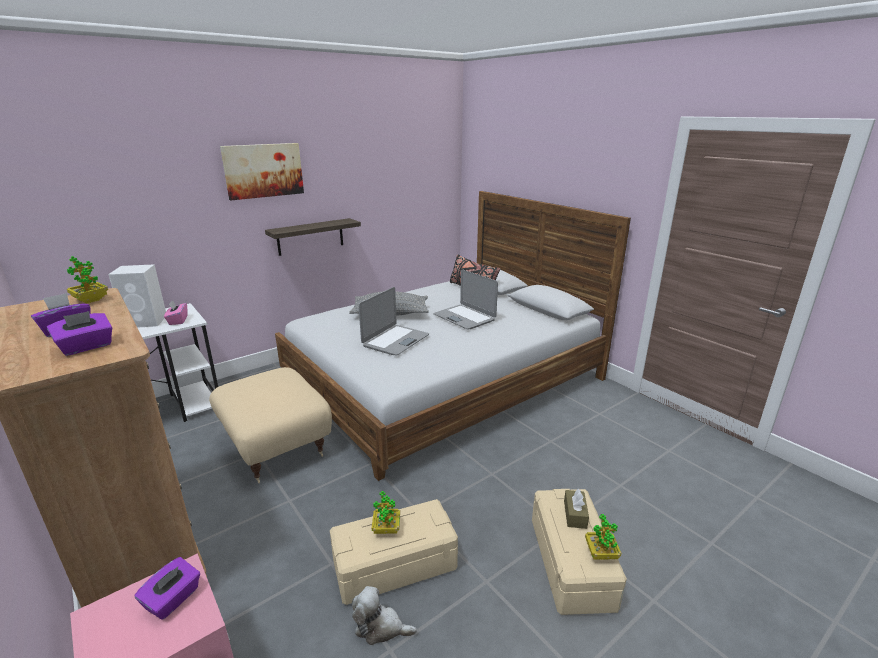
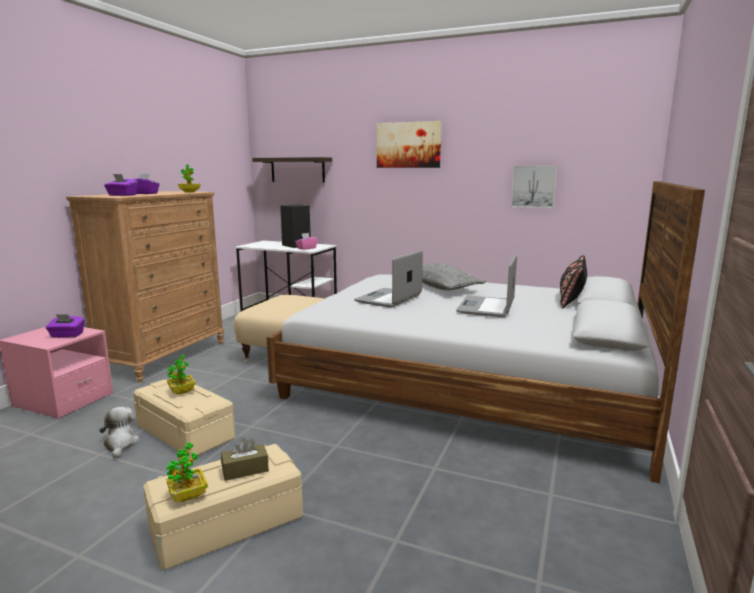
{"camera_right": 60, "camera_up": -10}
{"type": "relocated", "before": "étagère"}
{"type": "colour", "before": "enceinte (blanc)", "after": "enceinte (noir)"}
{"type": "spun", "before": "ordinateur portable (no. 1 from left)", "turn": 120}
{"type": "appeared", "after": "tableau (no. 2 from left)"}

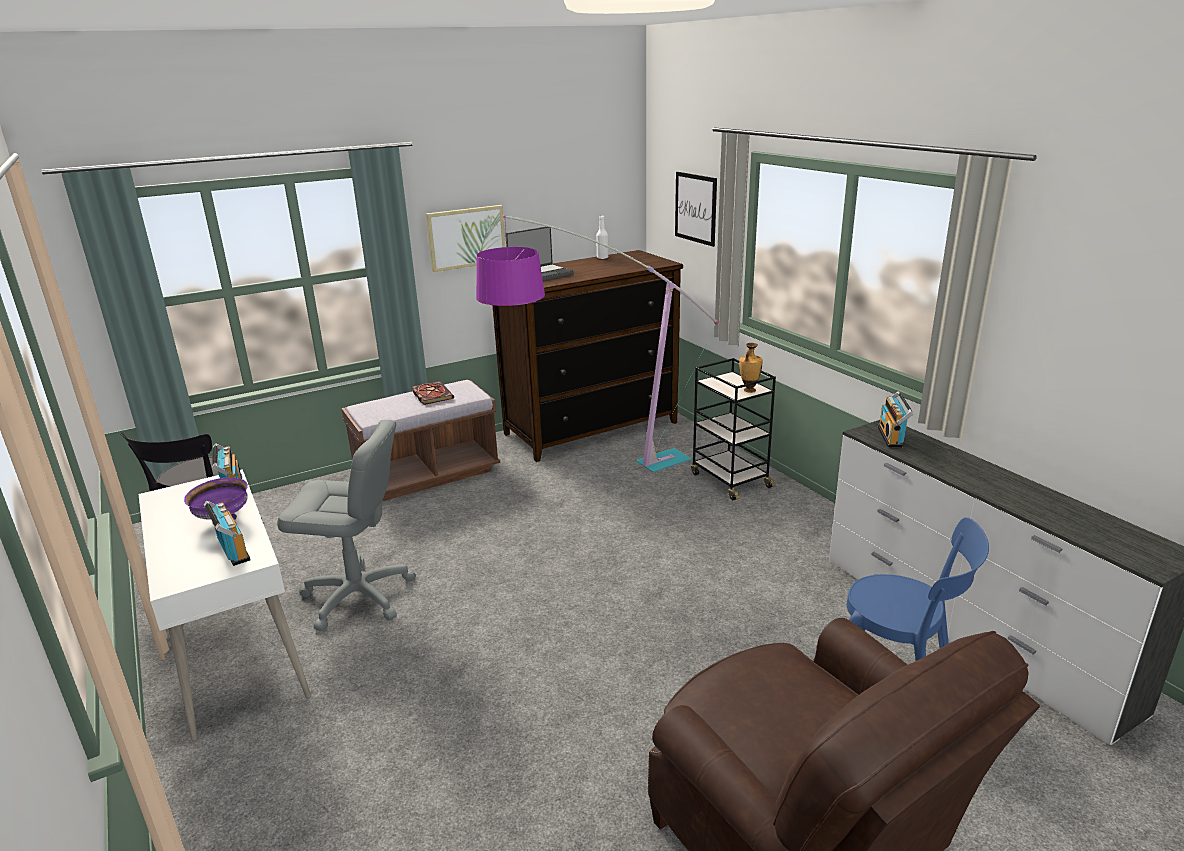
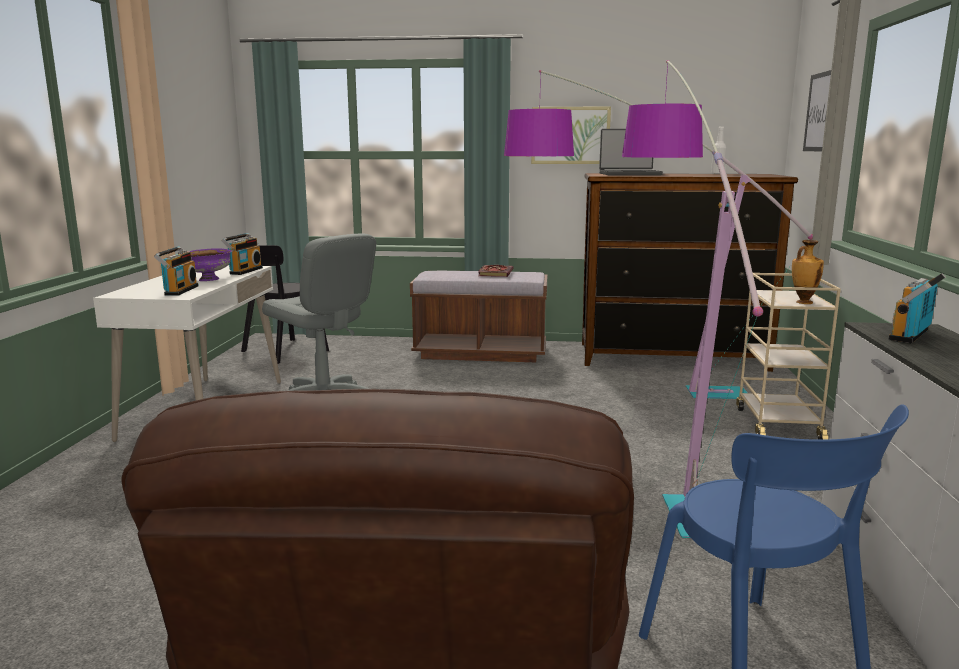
{"camera_right": 35, "camera_up": -10}
{"type": "colour", "before": "chariot (noir)", "after": "chariot (beige)"}
{"type": "appeared", "after": "lampadaire (no. 2 from left)"}

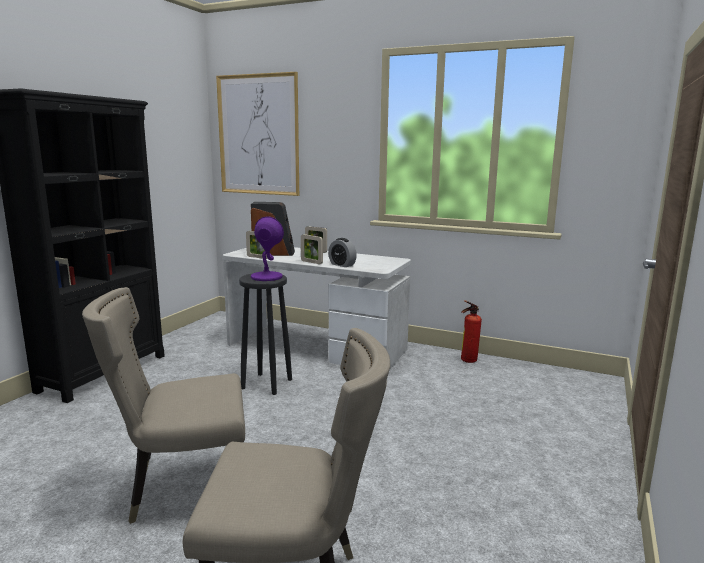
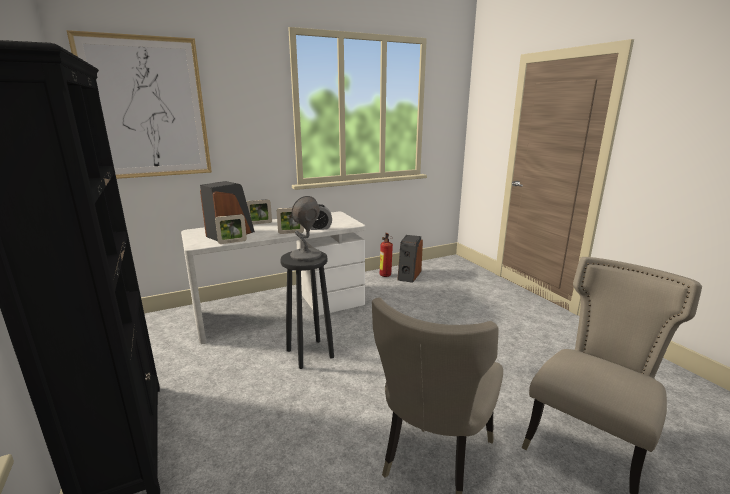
{"camera_right": -50, "camera_up": 5}
{"type": "colour", "before": "lampe de table (violet)", "after": "lampe de table (gris)"}
{"type": "appeared", "after": "enceinte (no. 2 from left)"}

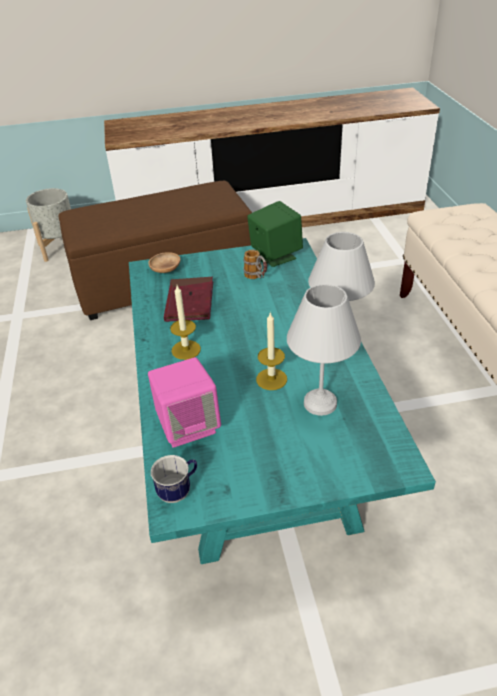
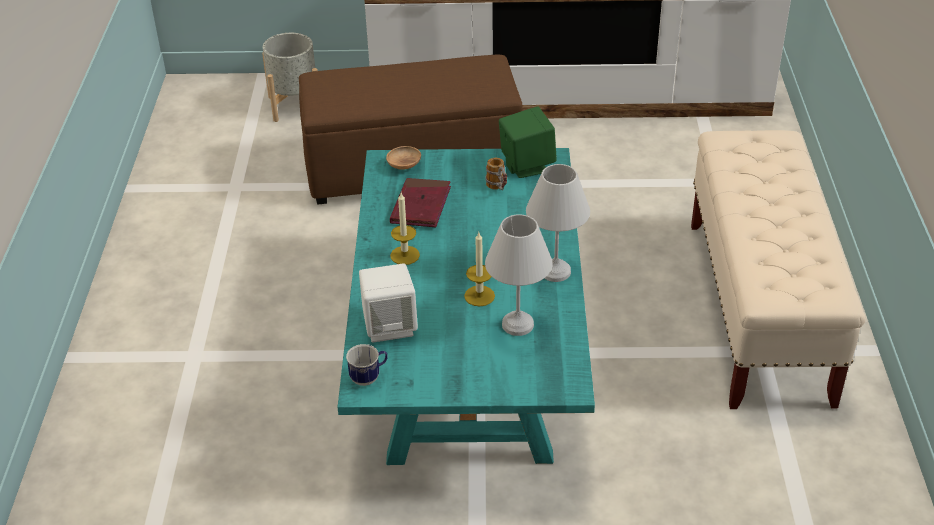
{"camera_right": 10, "camera_up": 0}
{"type": "colour", "before": "enceinte (rose)", "after": "enceinte (blanc)"}

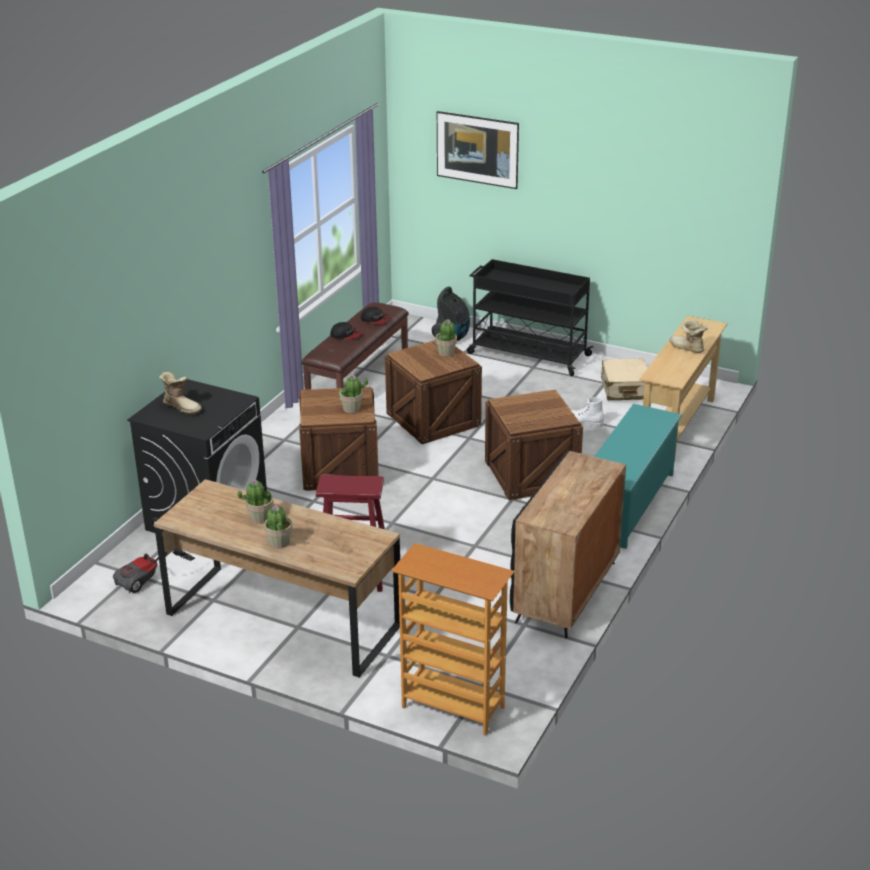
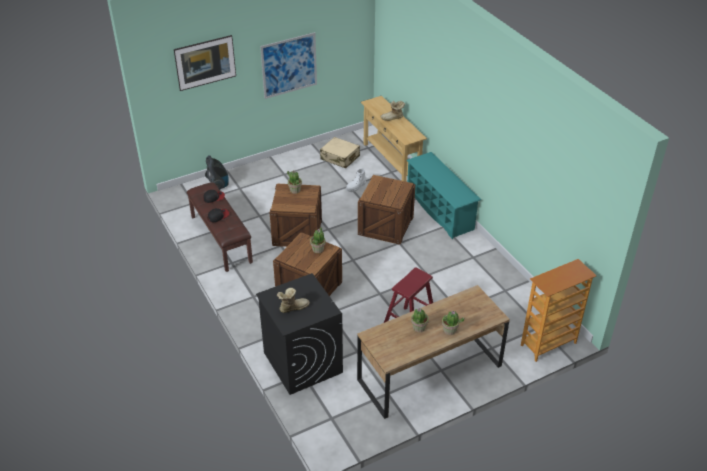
{"camera_right": -55, "camera_up": 10}
{"type": "missing", "before": "chariot (noir)"}
{"type": "missing", "before": "meuble de rangement (noir)"}
{"type": "missing", "before": "aspirateur (no. 1 from left)"}
{"type": "appeared", "after": "tableau (no. 2 from left)"}

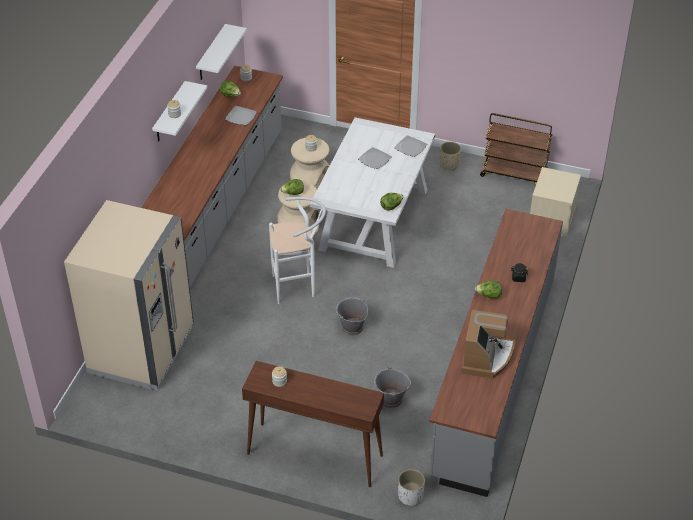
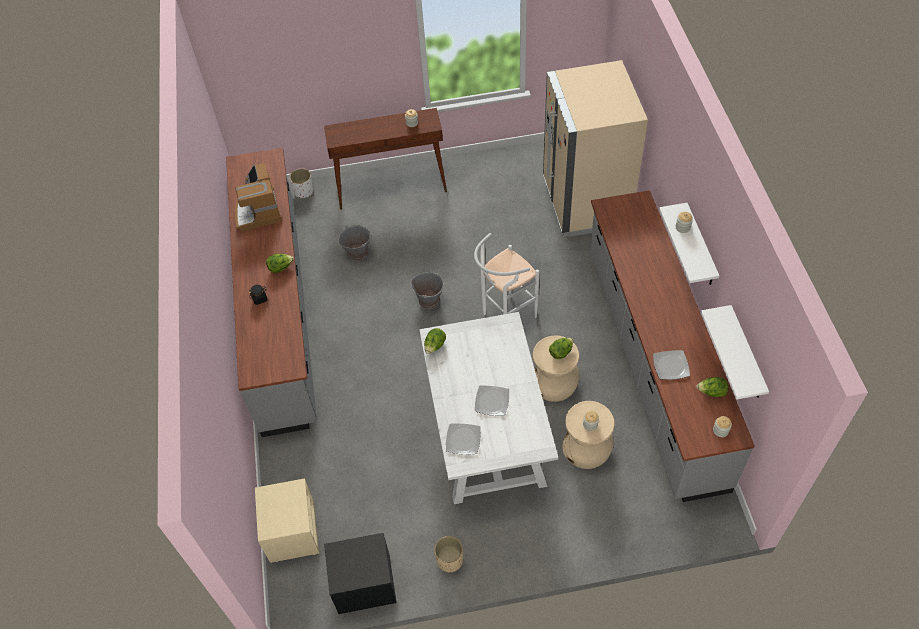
{"camera_right": 155, "camera_up": 10}
{"type": "exchanged", "before": "chariot (marron)", "after": "table de chevet (noir)"}

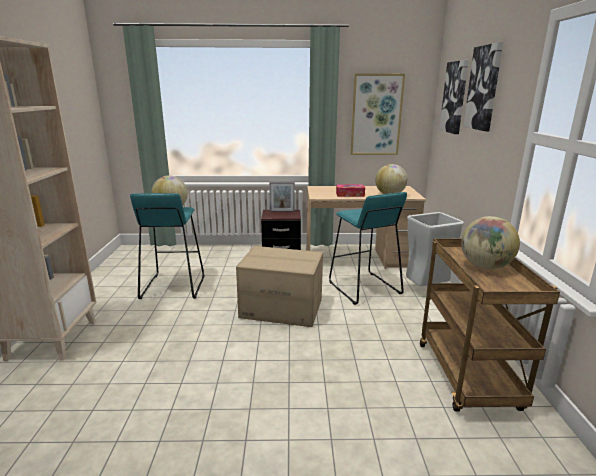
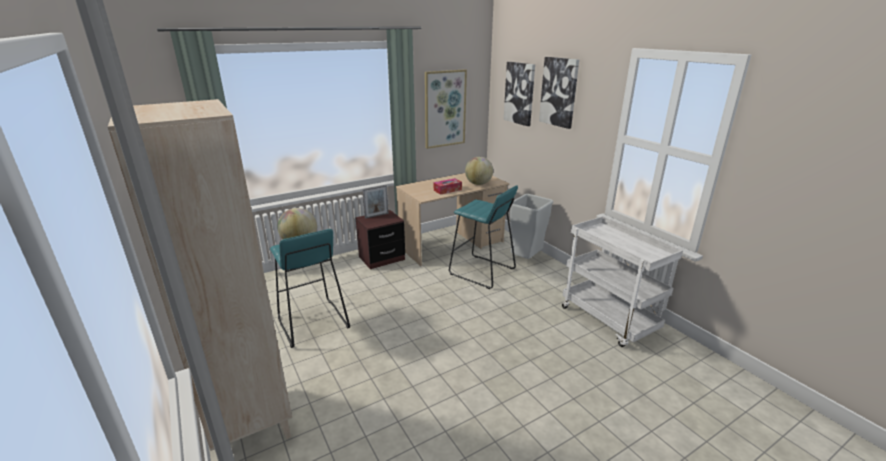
{"camera_right": -30, "camera_up": 5}
{"type": "missing", "before": "globe (no. 3 from left)"}
{"type": "colour", "before": "chariot (marron)", "after": "chariot (blanc)"}
{"type": "missing", "before": "carton"}

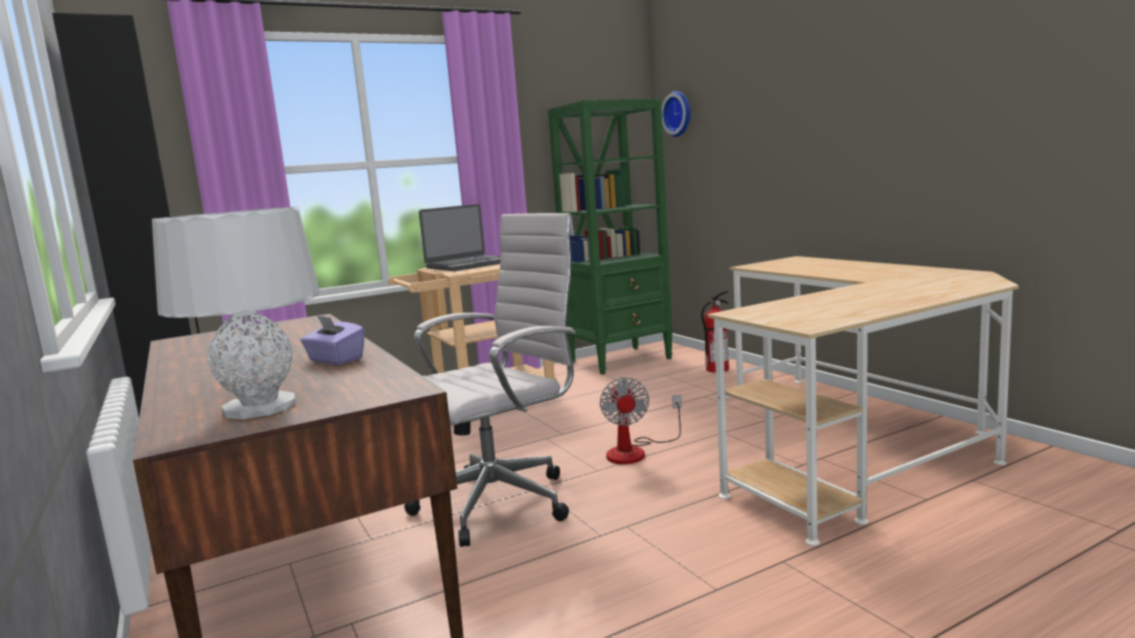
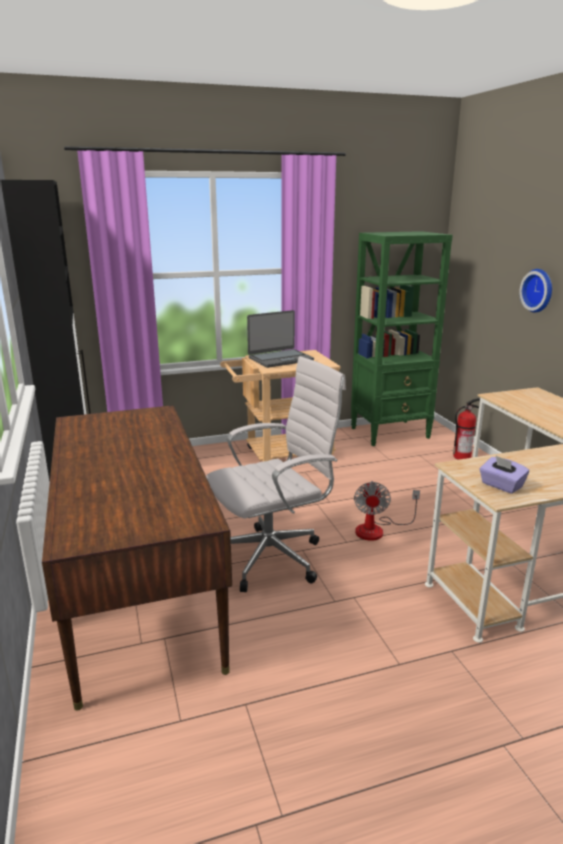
{"camera_right": 10, "camera_up": 10}
{"type": "relocated", "before": "horloge murale"}
{"type": "missing", "before": "lampe de table (gris)"}
{"type": "relocated", "before": "boîte à mouchoirs (violet)"}

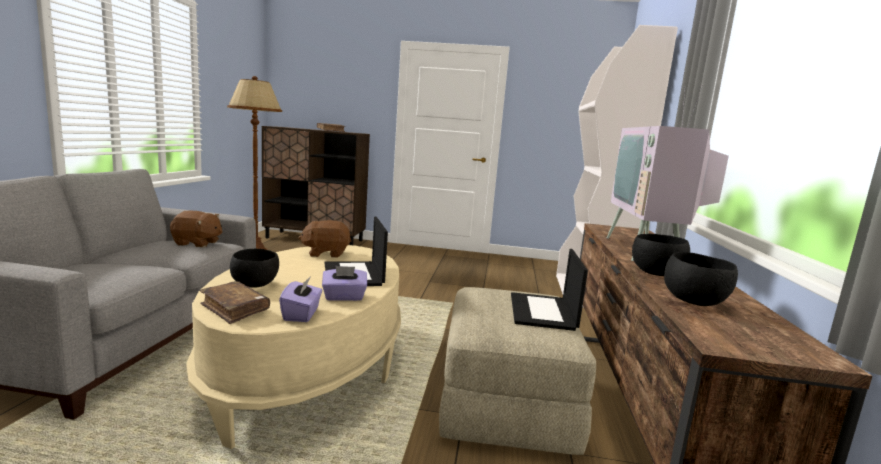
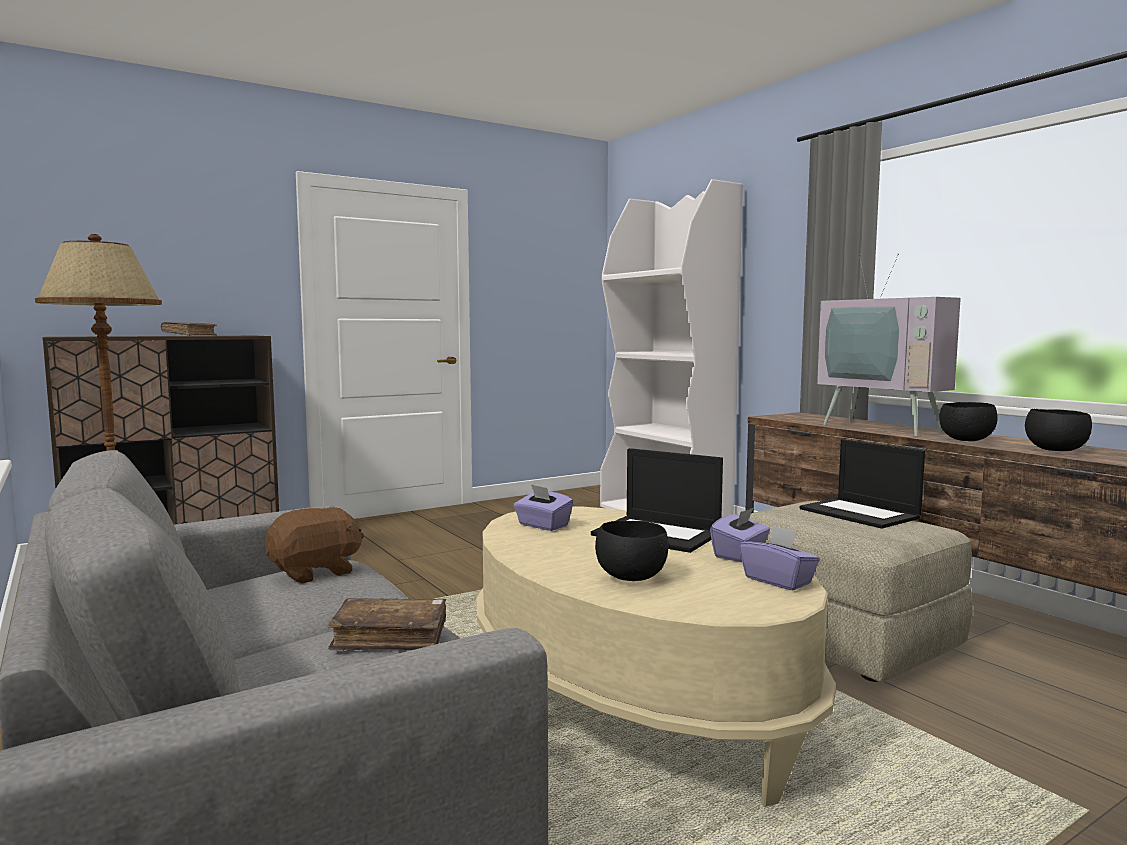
{"camera_right": -40, "camera_up": -5}
{"type": "exchanged", "before": "peluche (marron) (no. 2 from left)", "after": "boîte à mouchoirs (violet) (no. 1 from left)"}
{"type": "relocated", "before": "livre (marron) (no. 1 from left in the first image)", "after": "livre (marron) (no. 2 from left)"}

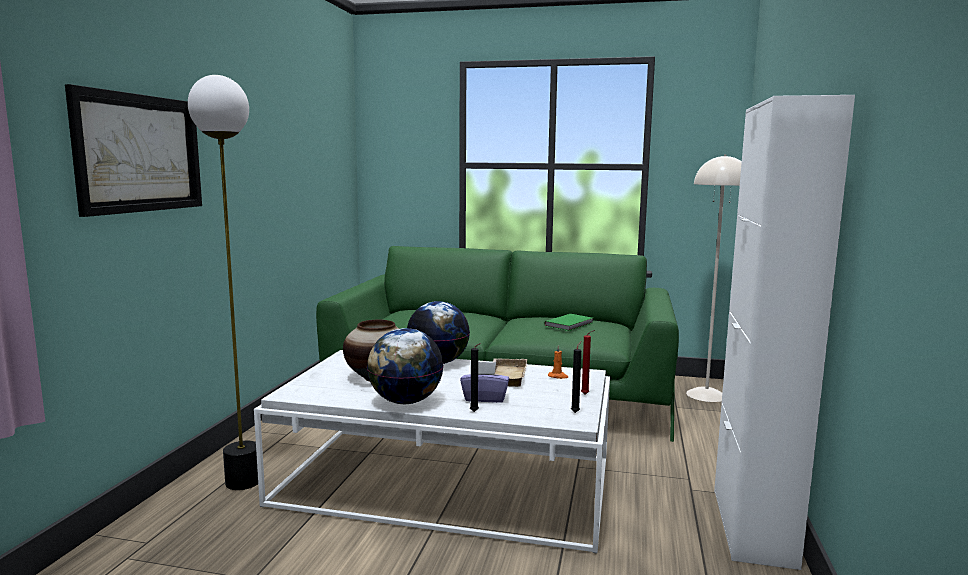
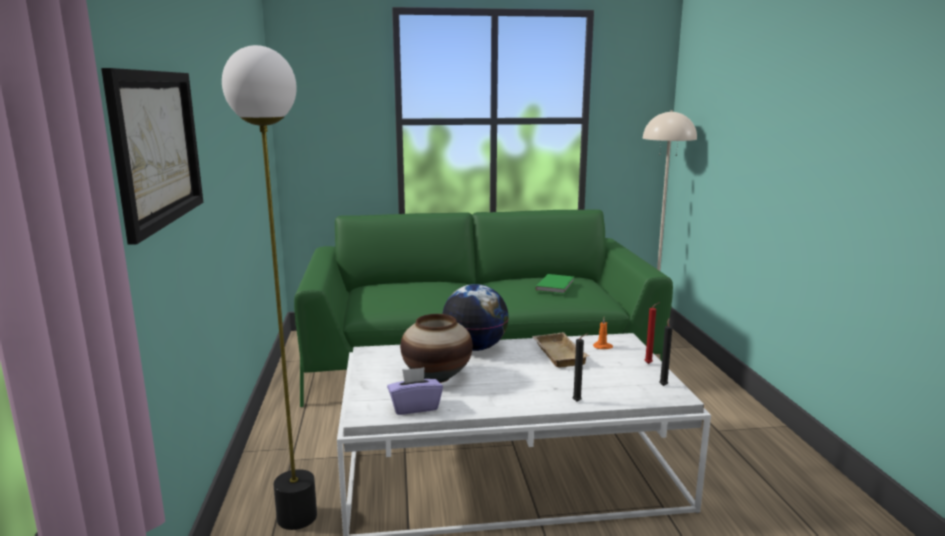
{"camera_right": -20, "camera_up": 5}
{"type": "missing", "before": "meuble de rangement (blanc)"}
{"type": "missing", "before": "globe (no. 1 from left)"}
{"type": "relocated", "before": "boîte à mouchoirs (violet)"}

